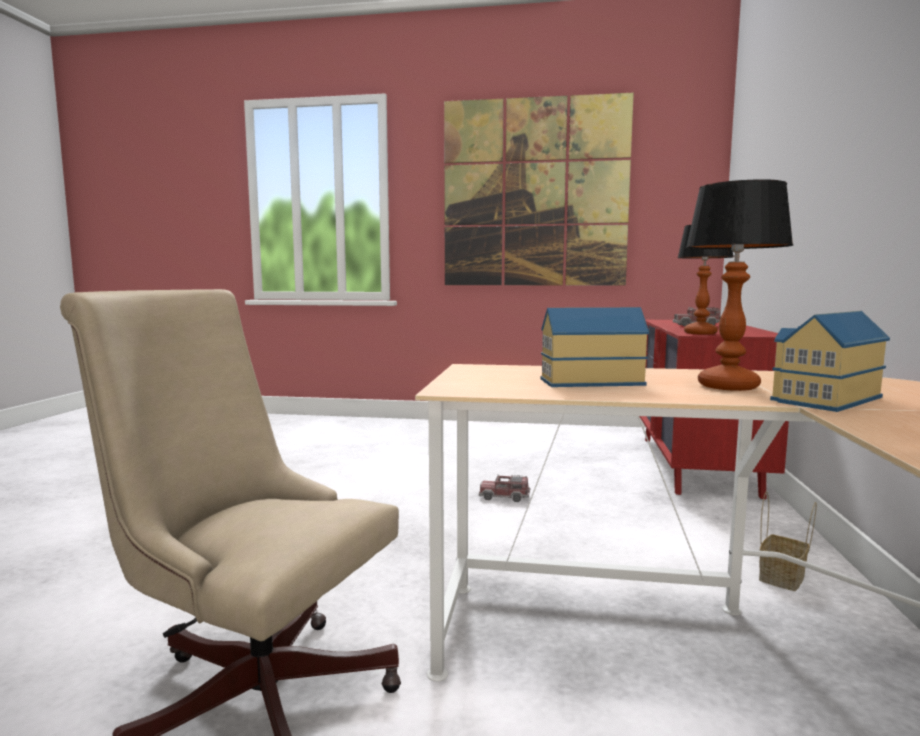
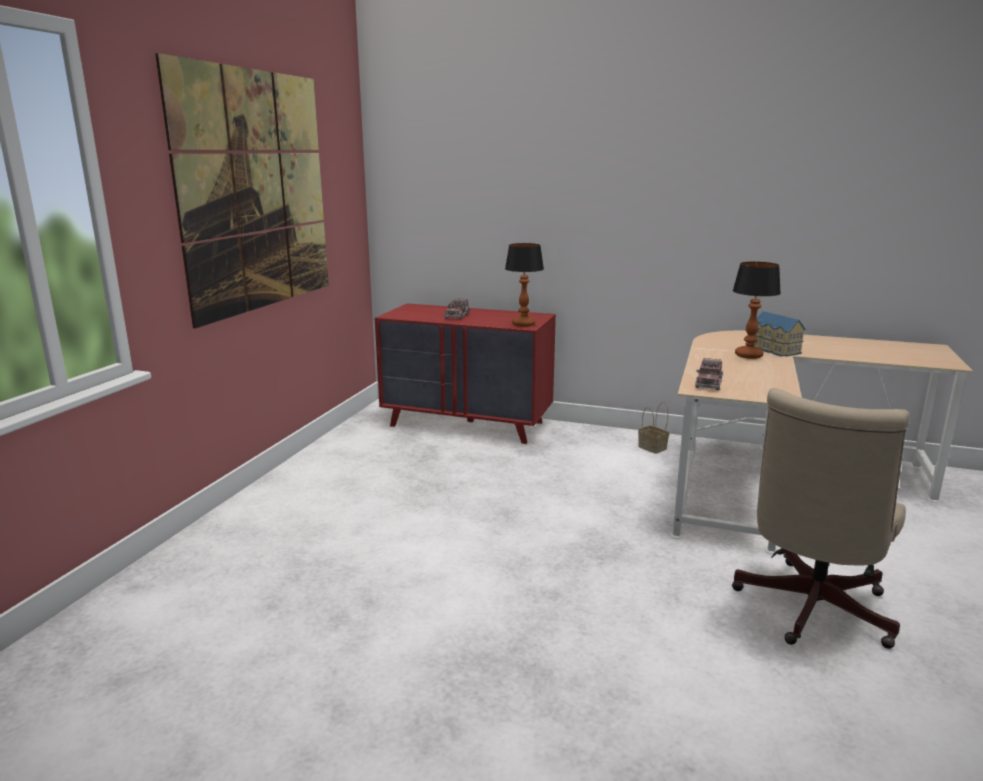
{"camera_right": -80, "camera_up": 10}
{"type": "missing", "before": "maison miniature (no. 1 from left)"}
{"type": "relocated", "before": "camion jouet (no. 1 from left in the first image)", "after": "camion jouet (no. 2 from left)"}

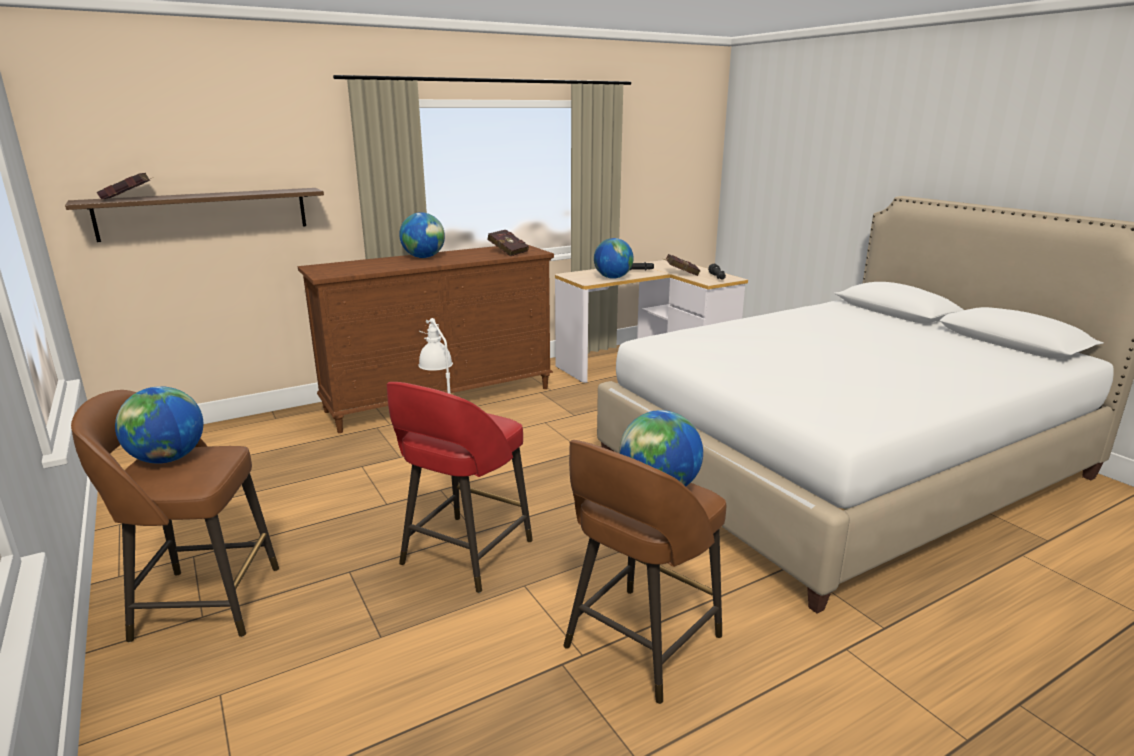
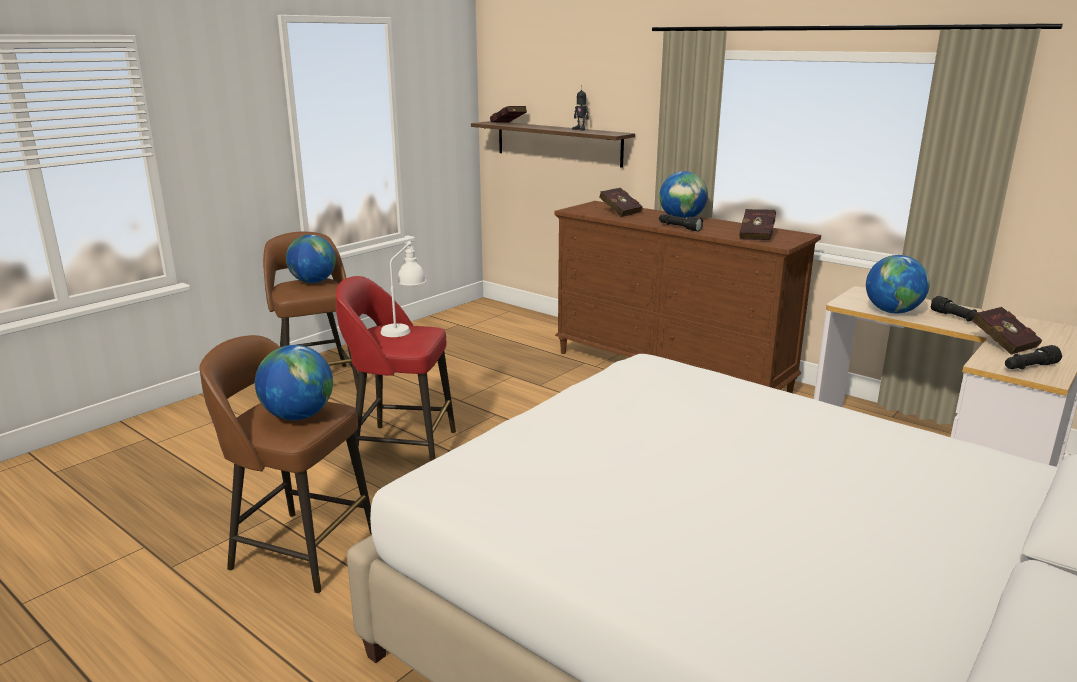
{"camera_right": 70, "camera_up": 0}
{"type": "appeared", "after": "robot jouet"}
{"type": "appeared", "after": "livre (rouge) (no. 2 from left)"}
{"type": "appeared", "after": "lampe de poche (noir) (no. 1 from left)"}

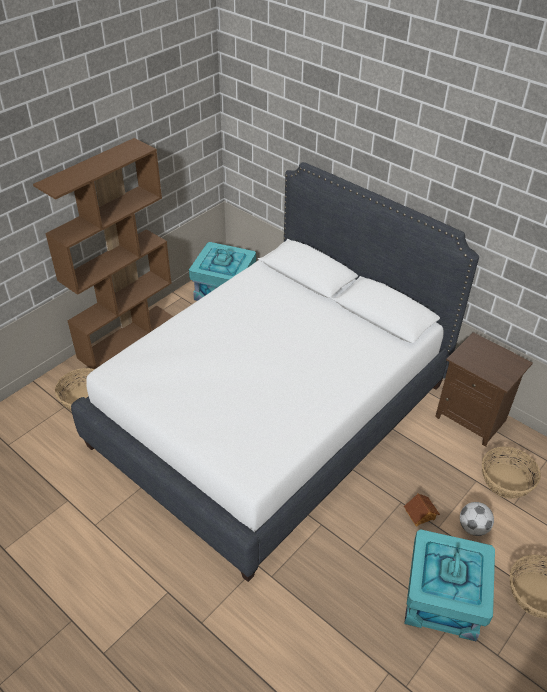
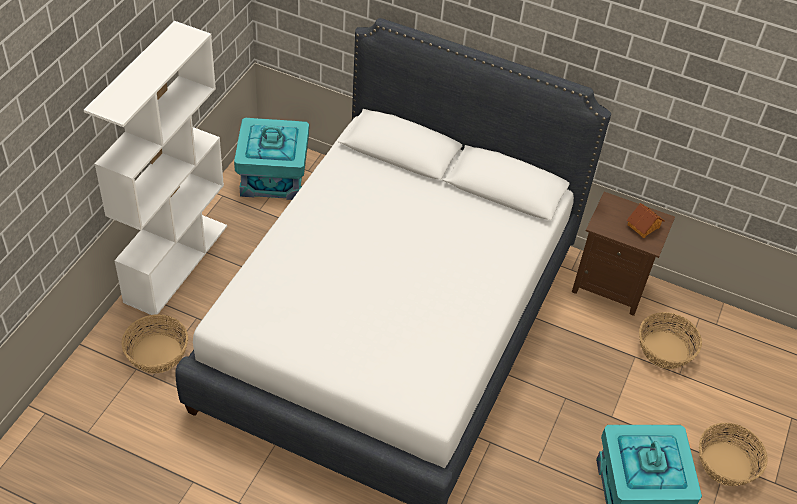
{"camera_right": -20, "camera_up": 5}
{"type": "colour", "before": "bibliothèque (marron)", "after": "bibliothèque (blanc)"}
{"type": "relocated", "before": "maison miniature"}
{"type": "missing", "before": "ballon de foot"}

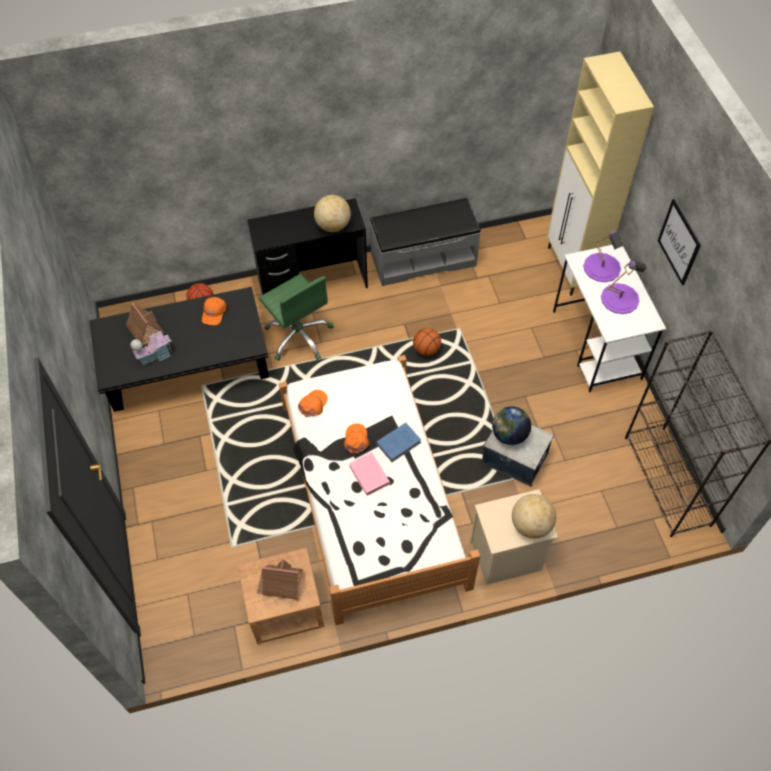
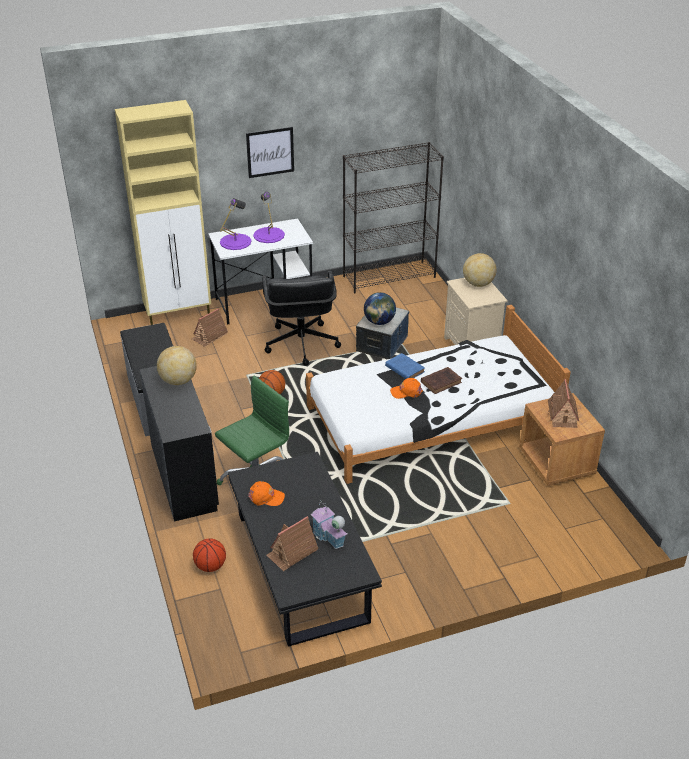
{"camera_right": -95, "camera_up": -20}
{"type": "missing", "before": "casquette (orange) (no. 2 from left)"}
{"type": "colour", "before": "livre (rose)", "after": "livre (marron)"}
{"type": "appeared", "after": "chaise de bureau (noir)"}
{"type": "appeared", "after": "maison miniature (no. 1 from left)"}

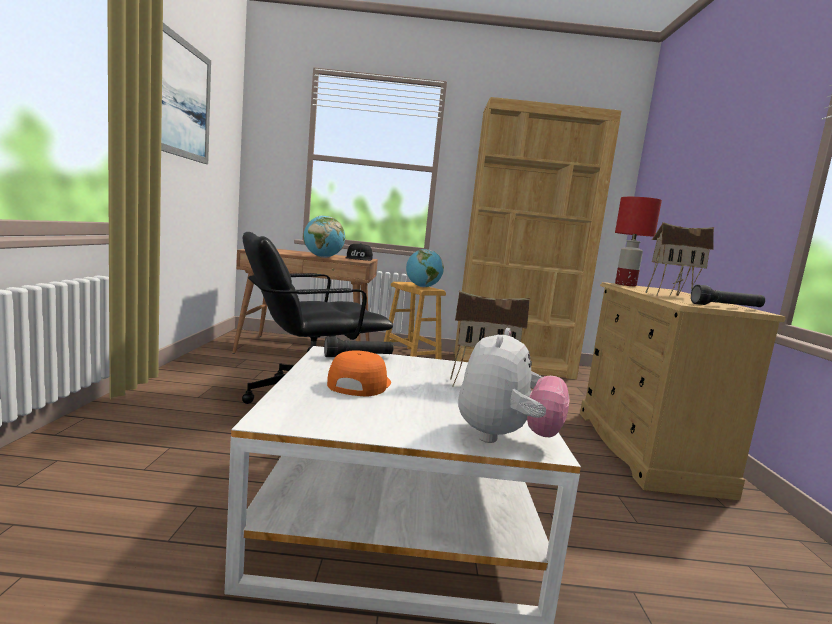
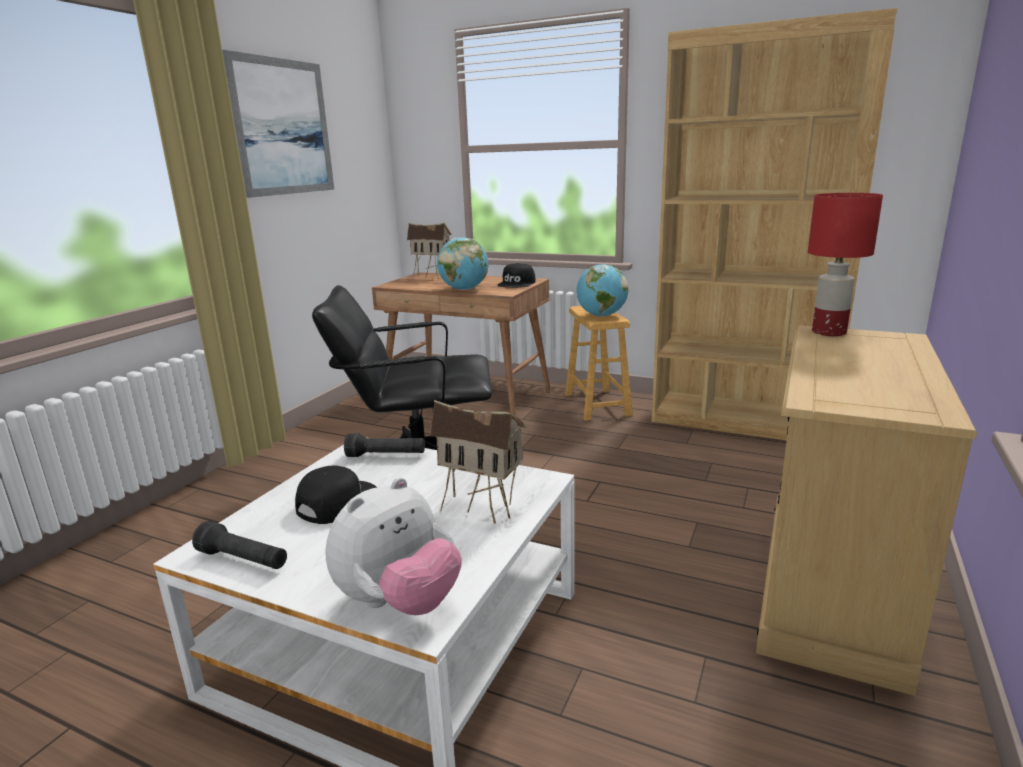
{"camera_right": 25, "camera_up": 10}
{"type": "relocated", "before": "maison miniature (no. 2 from left in the first image)", "after": "maison miniature (no. 1 from left)"}
{"type": "relocated", "before": "lampe de poche (noir) (no. 2 from left in the first image)", "after": "lampe de poche (noir) (no. 1 from left)"}
{"type": "colour", "before": "casquette (orange)", "after": "casquette (noir) (no. 1 from left)"}

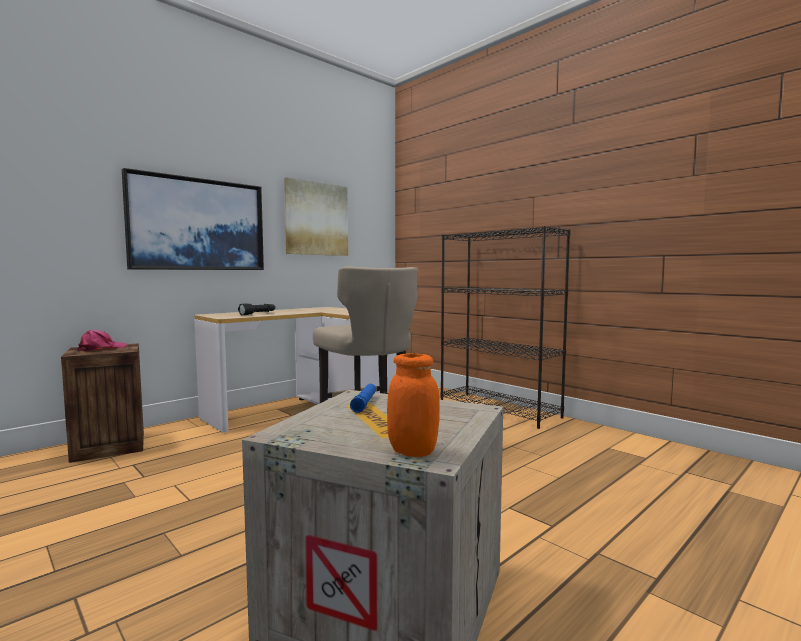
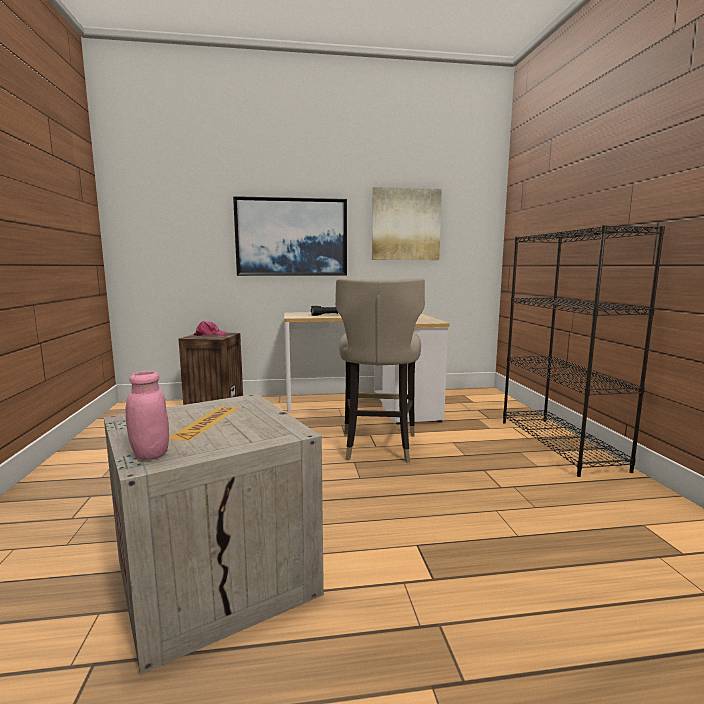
{"camera_right": 35, "camera_up": 5}
{"type": "colour", "before": "bocal (orange)", "after": "bocal (rose)"}
{"type": "missing", "before": "lampe de poche (bleu)"}

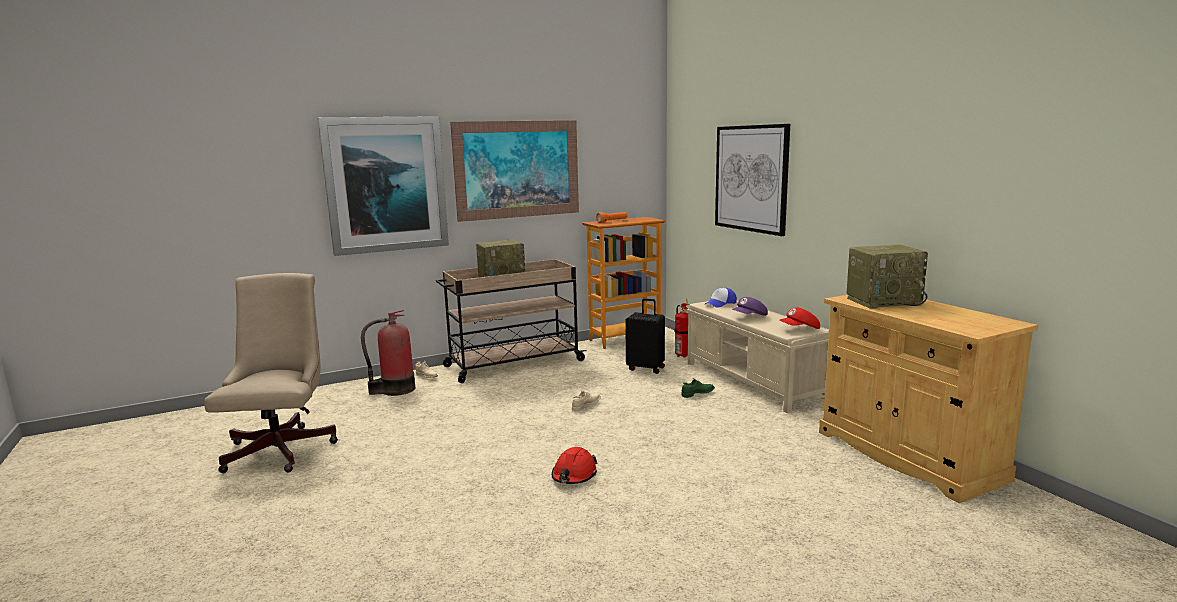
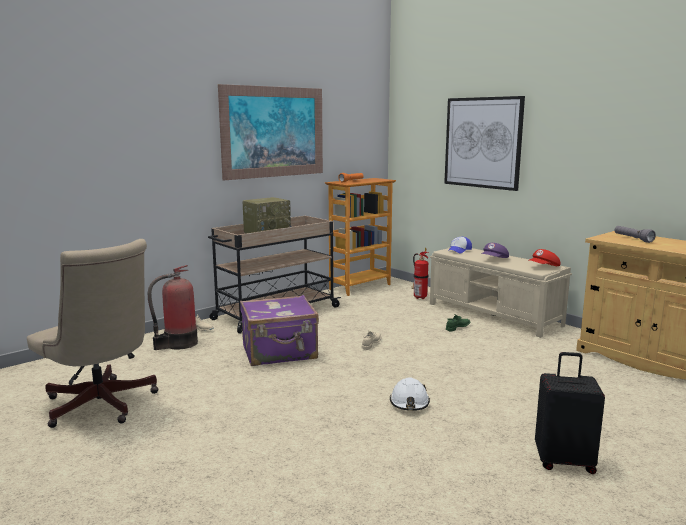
{"camera_right": -15, "camera_up": 0}
{"type": "missing", "before": "tableau (no. 1 from left)"}
{"type": "exchanged", "before": "radio (no. 2 from left)", "after": "lampe de poche (gris)"}
{"type": "spun", "before": "chaise de bureau (beige)", "turn": 150}
{"type": "relocated", "before": "valise (noir)"}
{"type": "colour", "before": "casque de chantier (rouge)", "after": "casque de chantier (blanc)"}
{"type": "appeared", "after": "valise (violet)"}

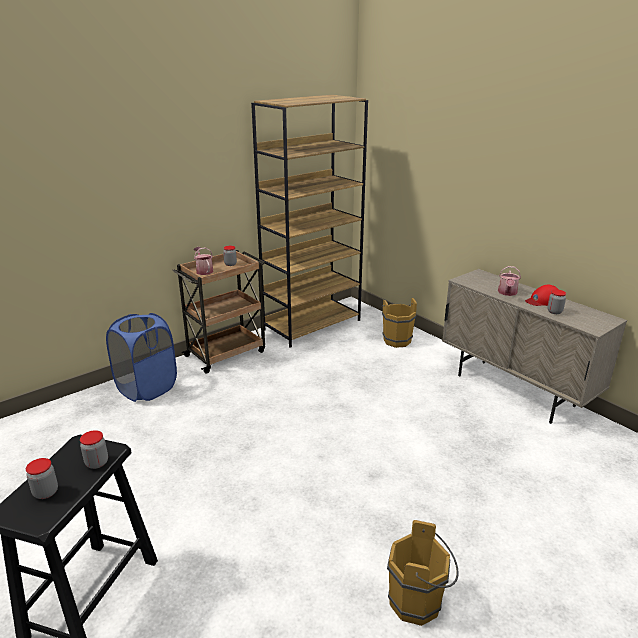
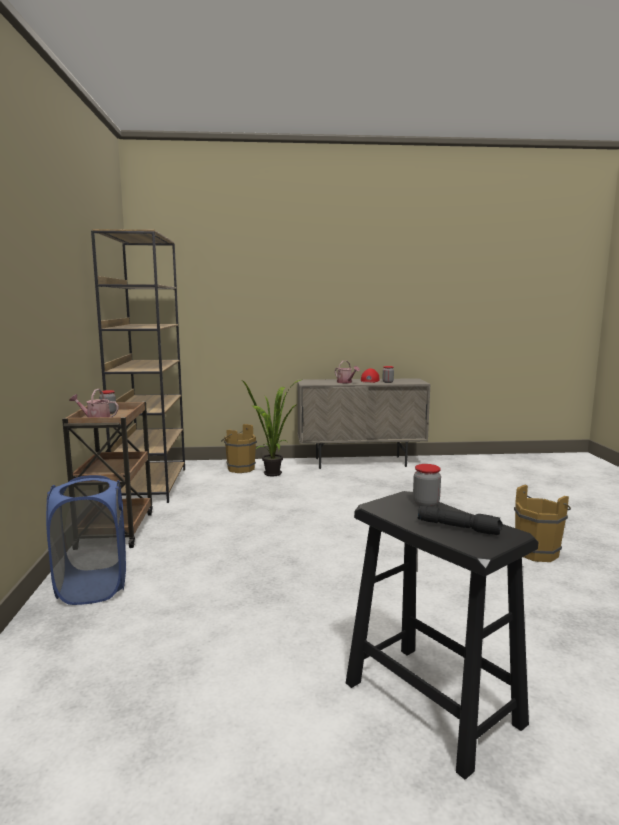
{"camera_right": -55, "camera_up": -15}
{"type": "exchanged", "before": "bocal (no. 1 from left)", "after": "lampe de poche (noir)"}
{"type": "appeared", "after": "plante en pot"}

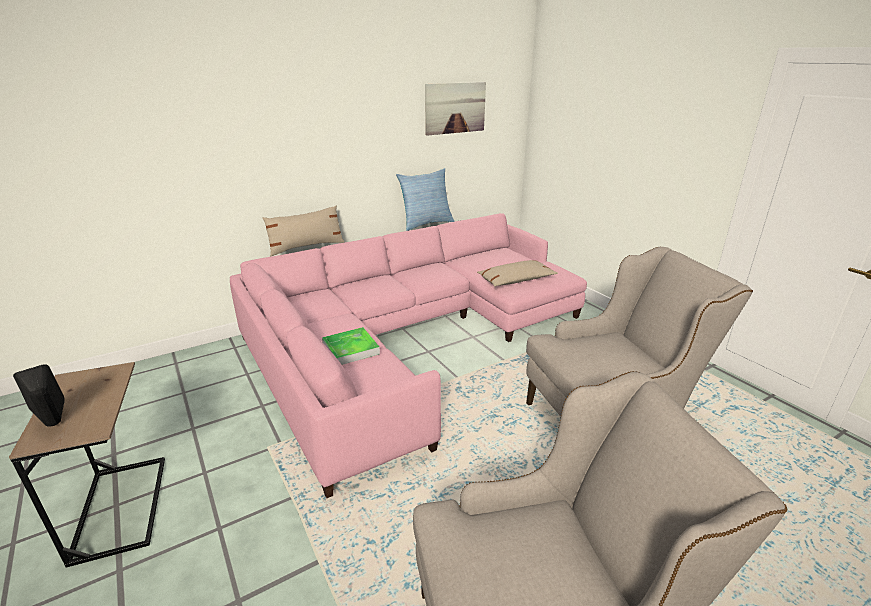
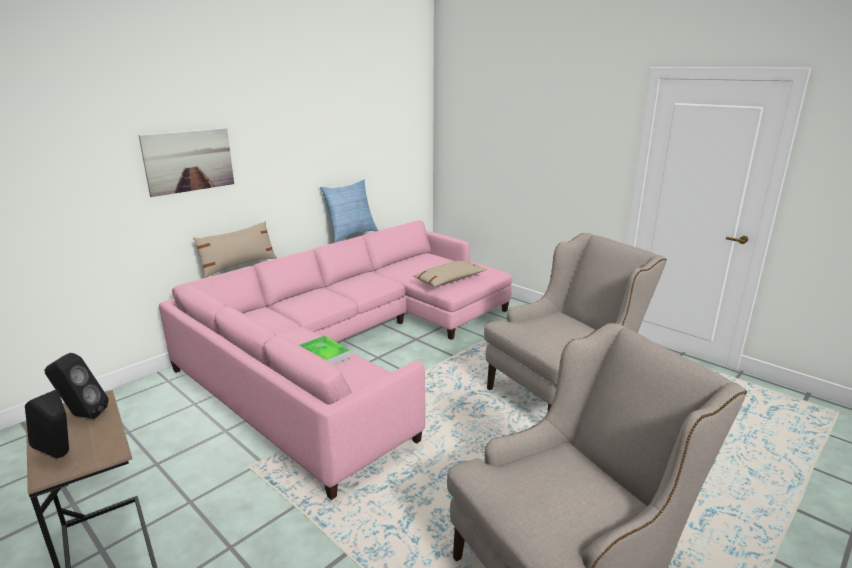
{"camera_right": -15, "camera_up": -5}
{"type": "relocated", "before": "tableau"}
{"type": "appeared", "after": "enceinte (noir) (no. 2 from left)"}

